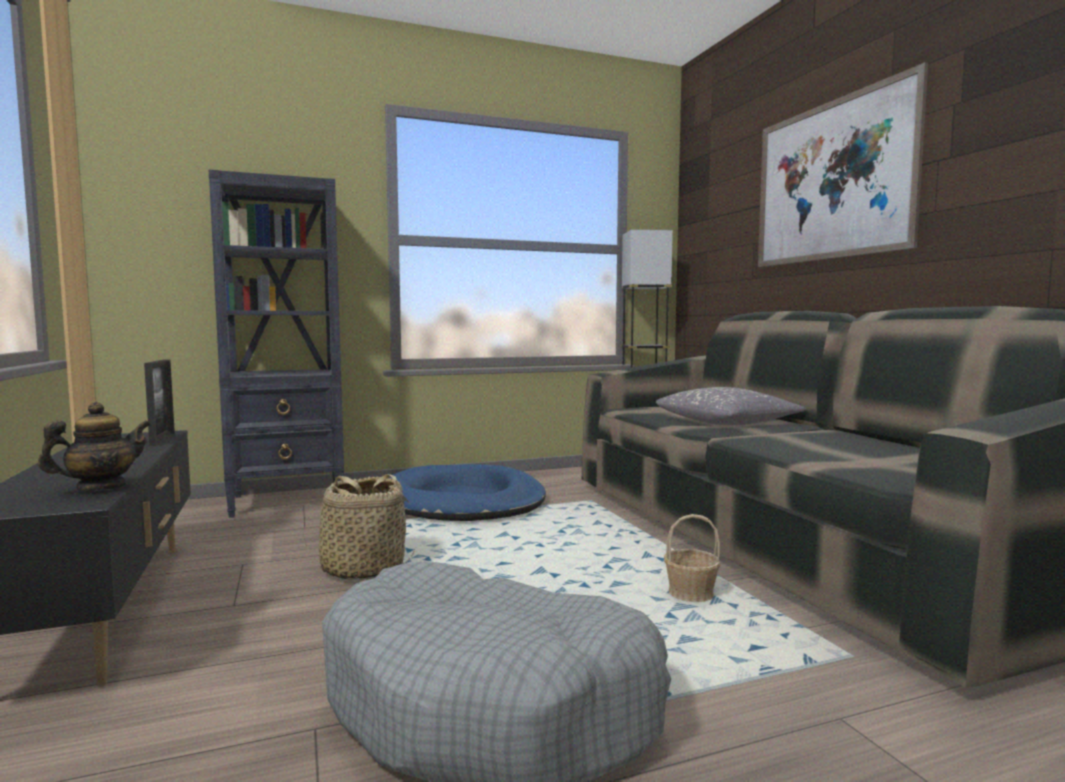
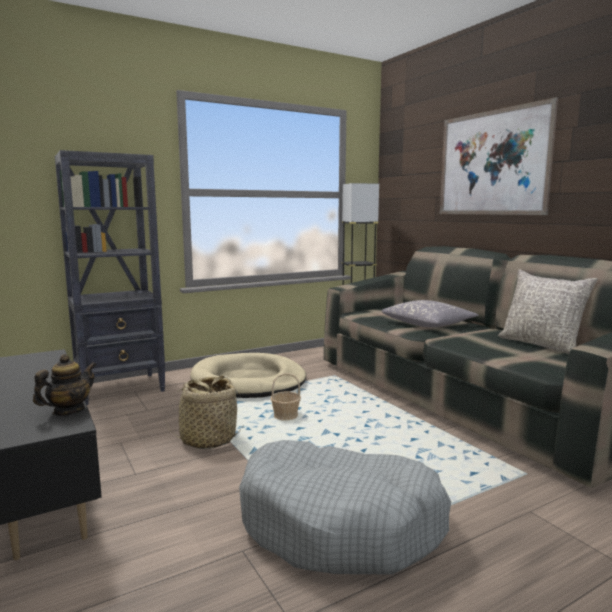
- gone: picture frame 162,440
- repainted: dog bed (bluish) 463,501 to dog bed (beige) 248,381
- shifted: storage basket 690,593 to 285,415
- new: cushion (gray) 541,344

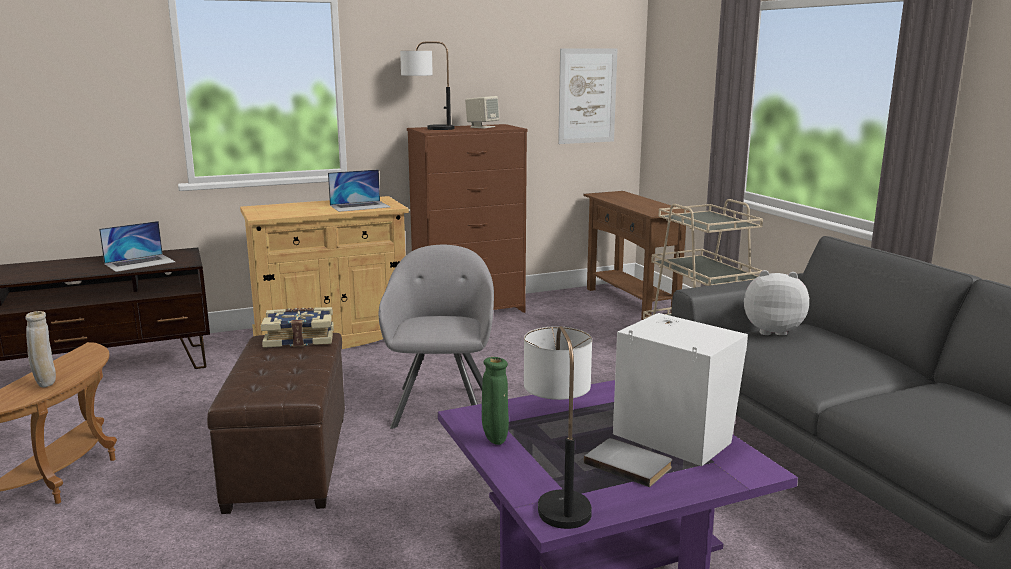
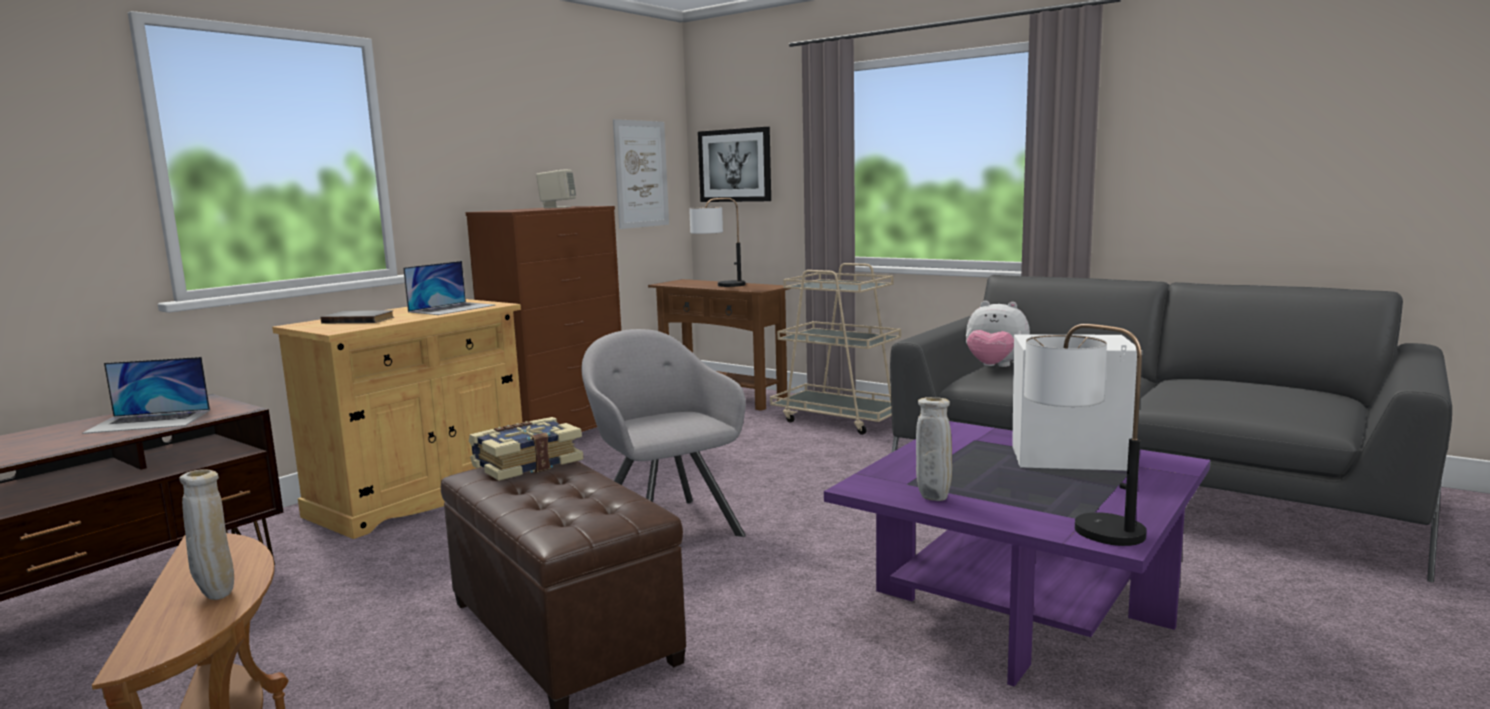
- shifted: lamp for a table 427,128 to 718,286
- rotated: notebook computer 140,263 = 149,421 60 degrees clockwise
- rotated: plush toy 772,331 = 994,367 135 degrees counterclockwise
- repainted: vase (green-coloured) 495,441 to vase (beige) 933,499
- shifted: book (gray) 629,464 to 360,320
- new: wall picture 735,165

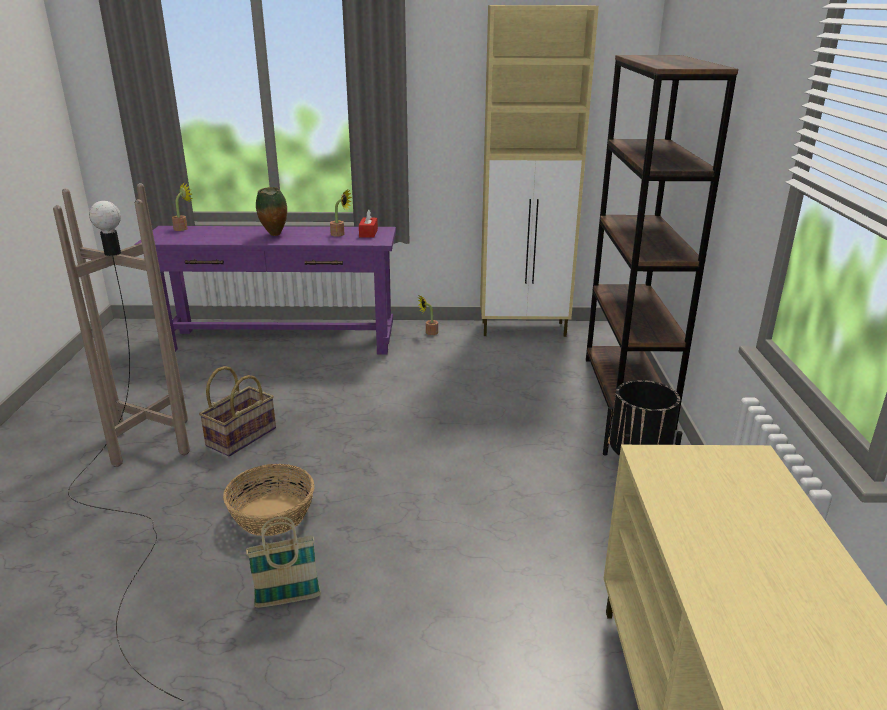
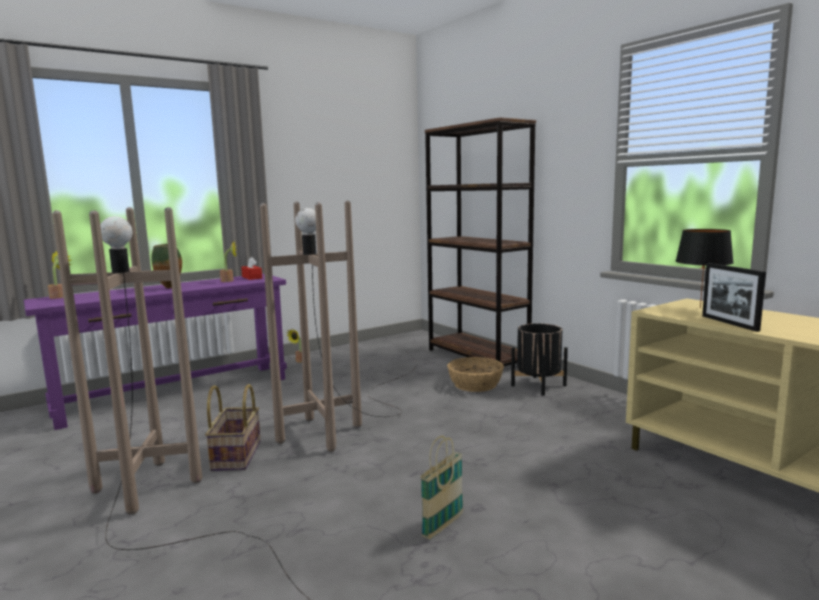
- gone: cabinet (beige) 524,329
- shifted: storage basket 272,515 to 475,384
- new: standard lamp (brown-coloured) 358,410
- new: lamp for a table (black) 699,308
- new: picture frame 729,323

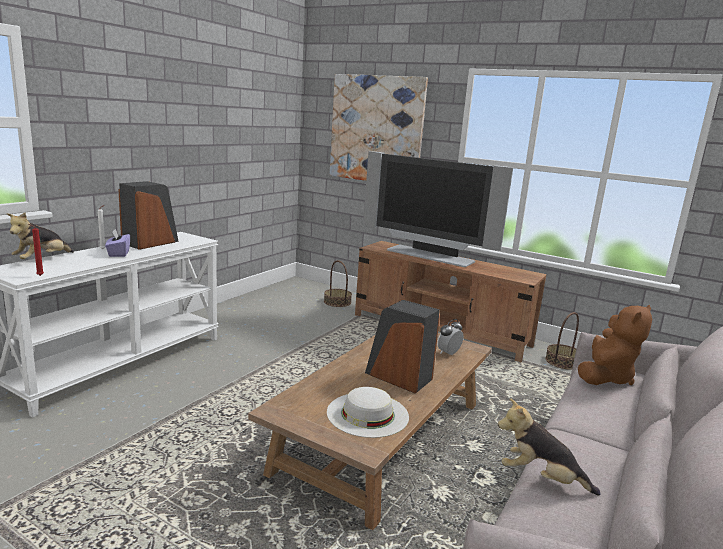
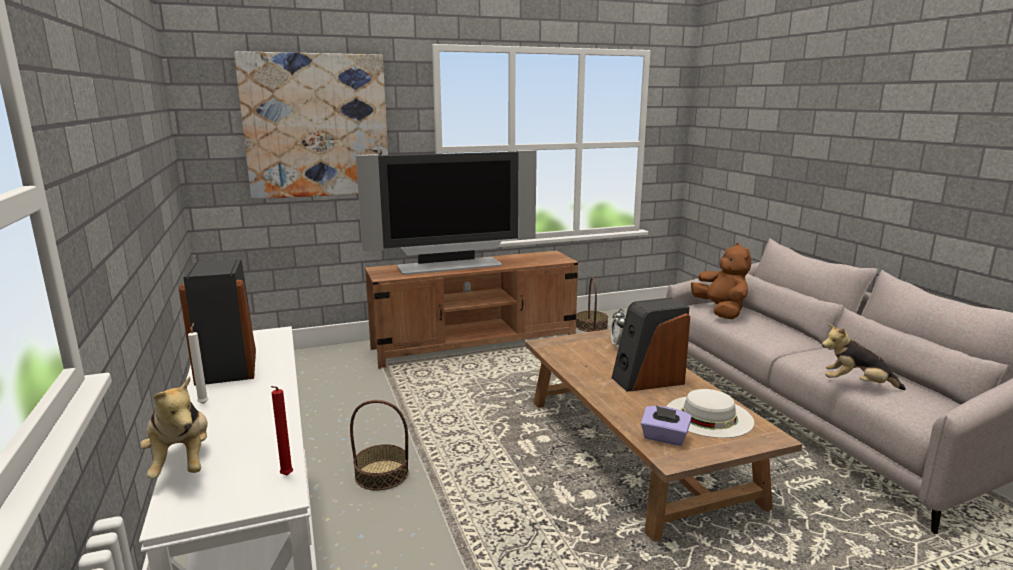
- shifted: tissue box (purplish) 118,253 to 664,438
- shifted: storage basket 337,302 to 382,474
- rotated: plush toy 540,478 = 856,385 45 degrees clockwise

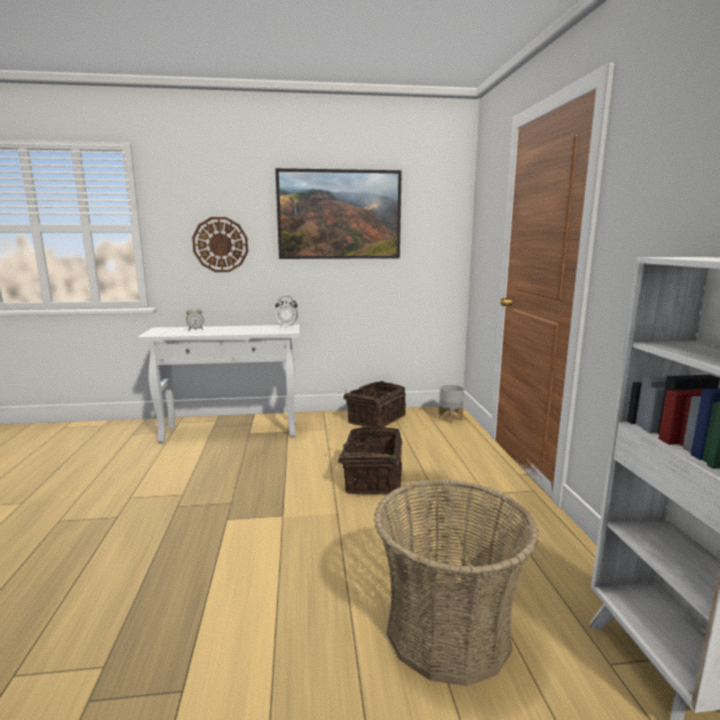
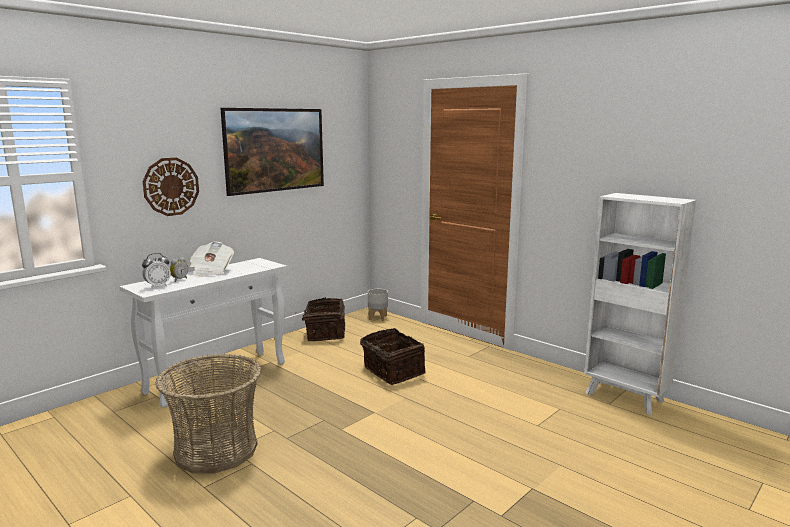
- shifted: bedside clock 287,326 to 158,286
- shifted: storage basket 448,630 to 216,449
- new: newspaper 211,271

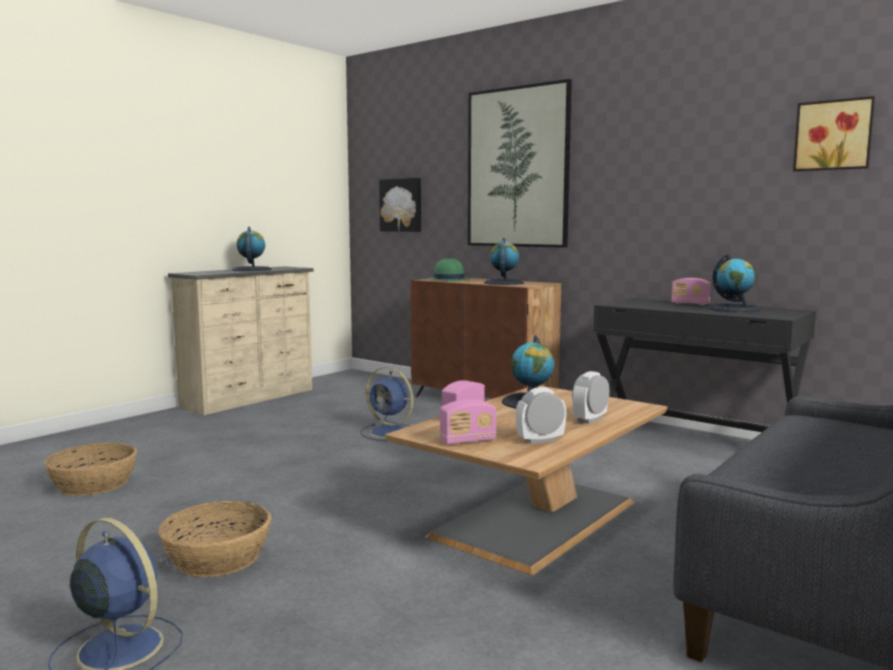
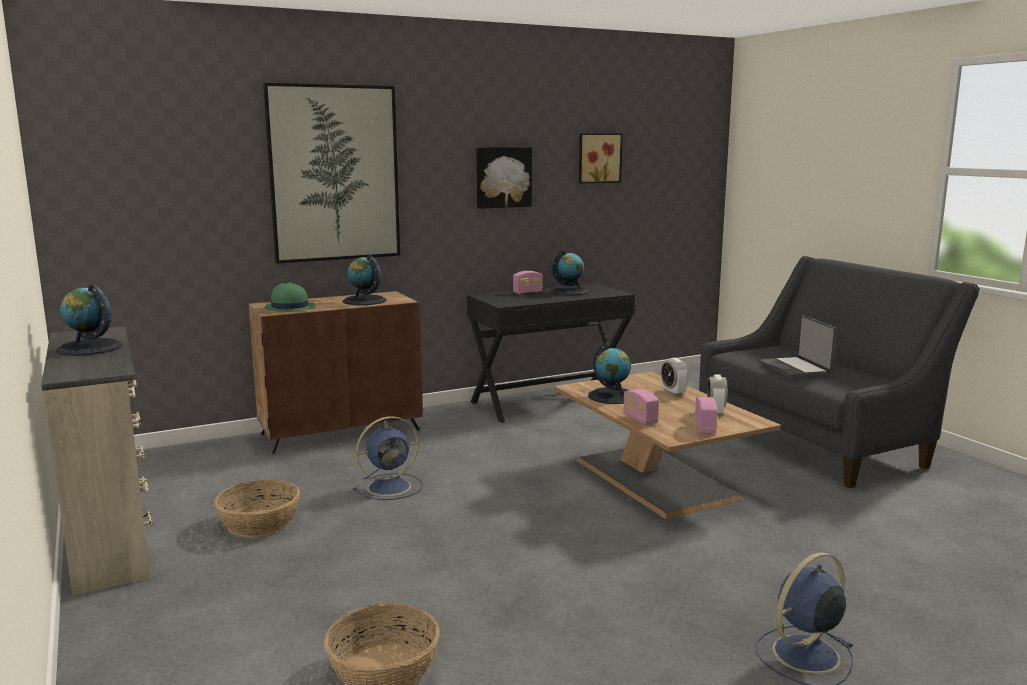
- shifted: wall picture 401,205 to 503,177
- shifted: storage basket 218,558 to 259,523
- new: notebook computer 795,369

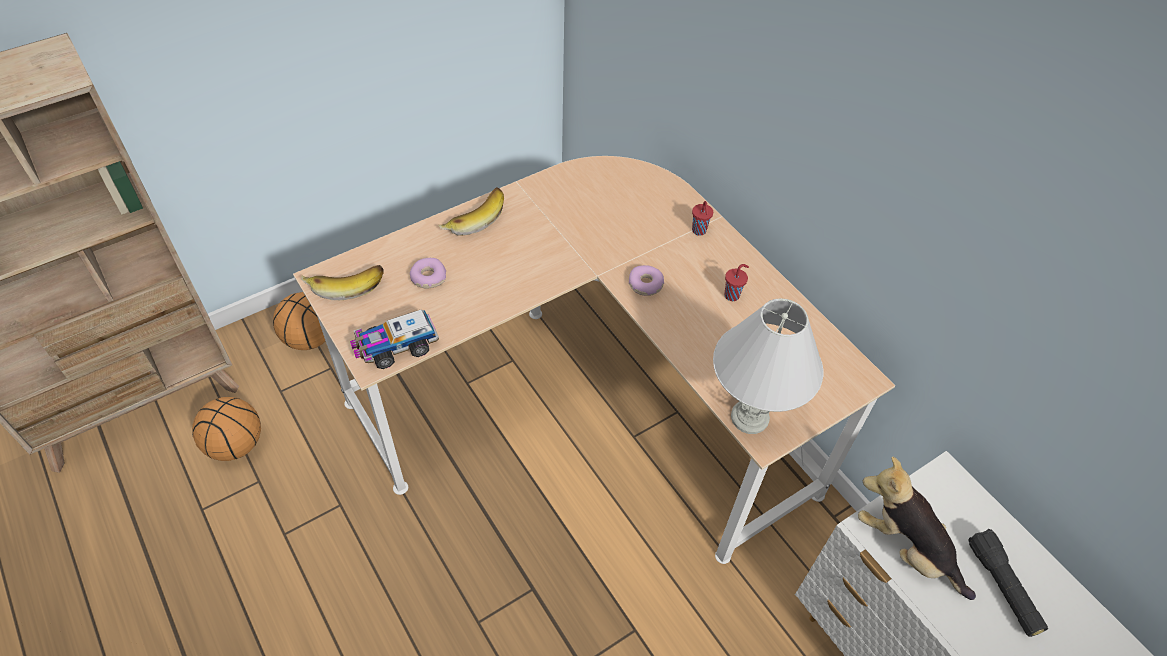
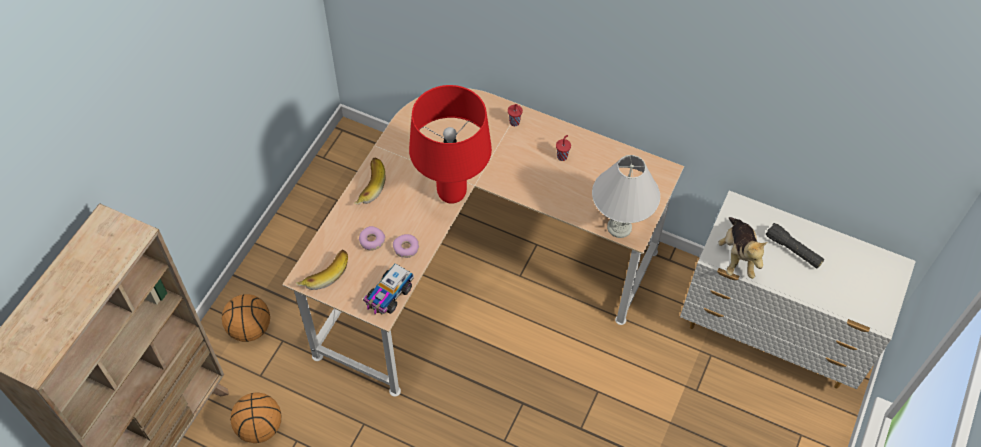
- shifted: ring doughnut 645,285 to 406,248
- rotated: plush toy 905,548 = 737,256 105 degrees counterclockwise
- new: lamp for a table (red-coloured) 451,194

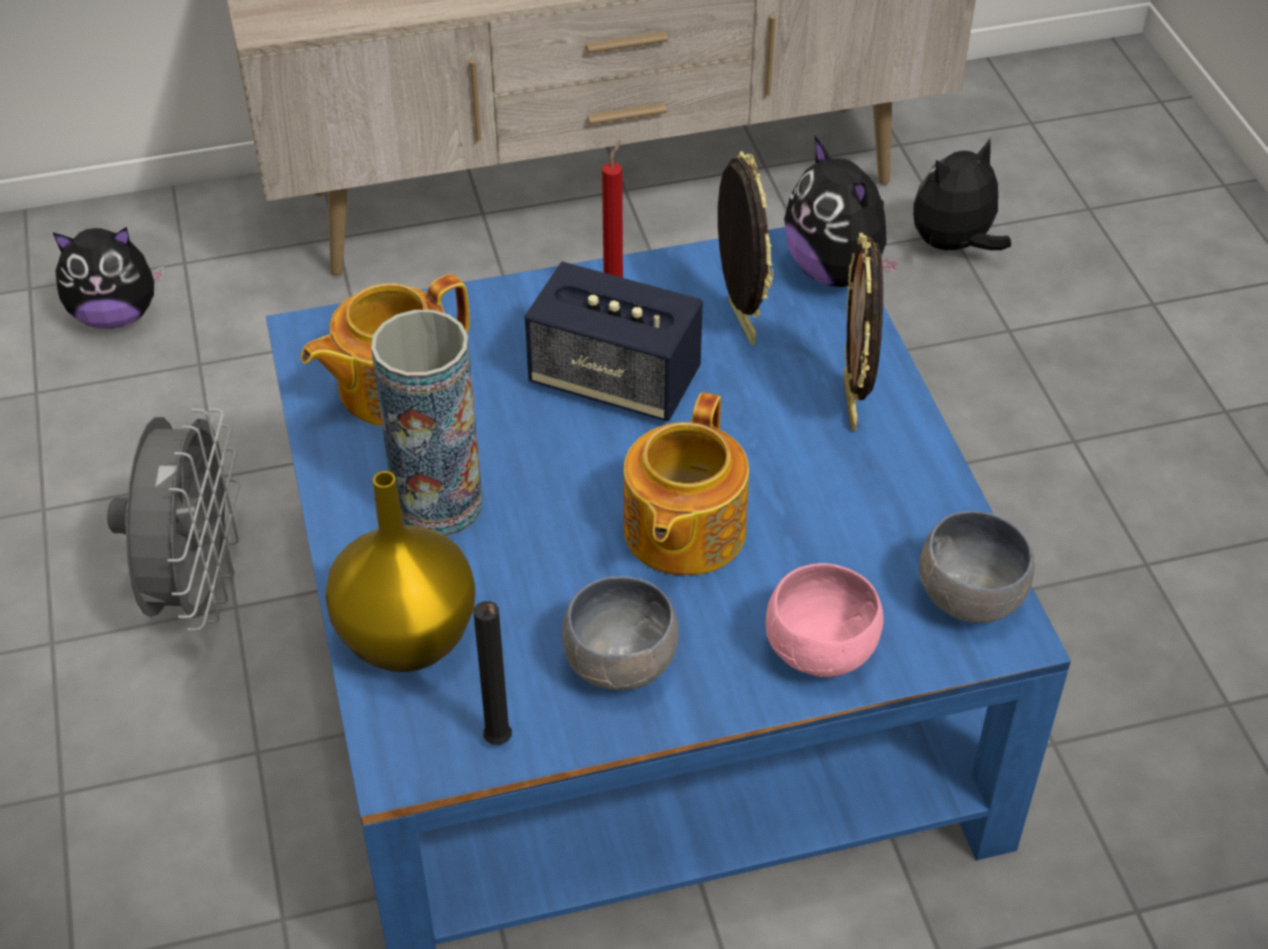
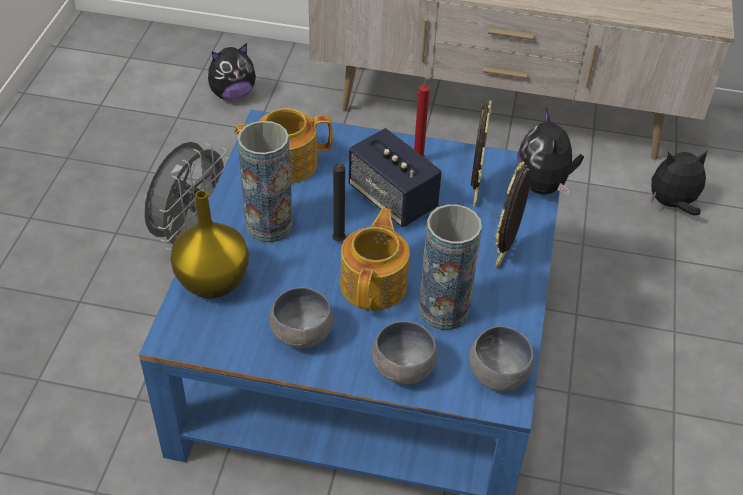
- rotated: plush toy 116,315 = 232,94 45 degrees counterclockwise
- rotated: tea pot 682,531 = 375,284 150 degrees clockwise
- repainted: deep dish (pinkish) 822,648 to deep dish (gray) 405,368
- shifted: wax candle (black) 499,744 to 338,242
- new: vase 443,310

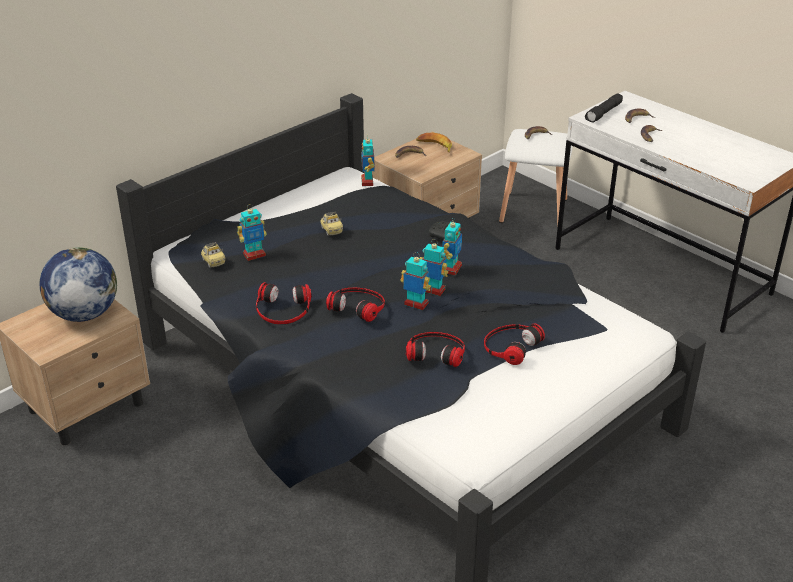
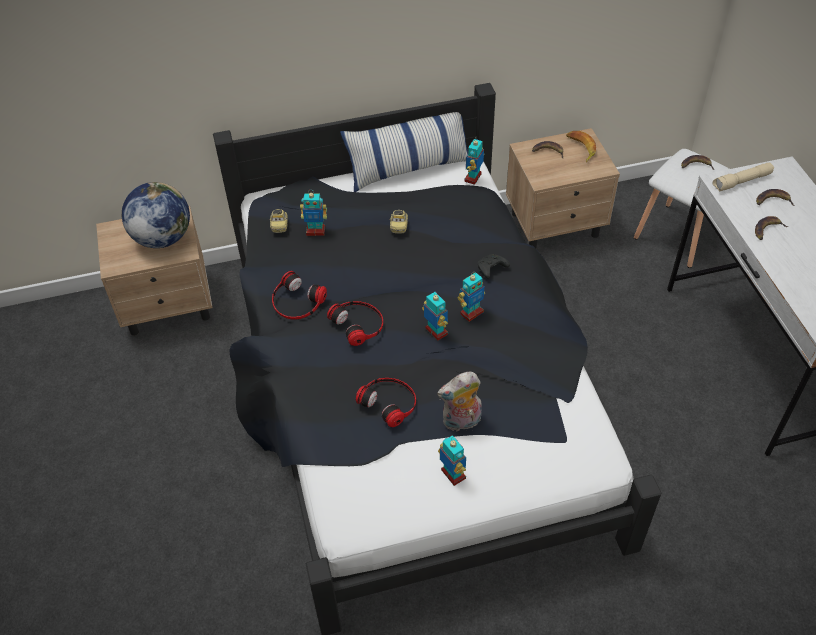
- repainted: flashlight (black) 604,113 to flashlight (beige) 741,182
- shifted: robot figure 416,304 to 452,474
- swapped: headset 510,346 to plush toy 461,422
- new: cushion 408,168

